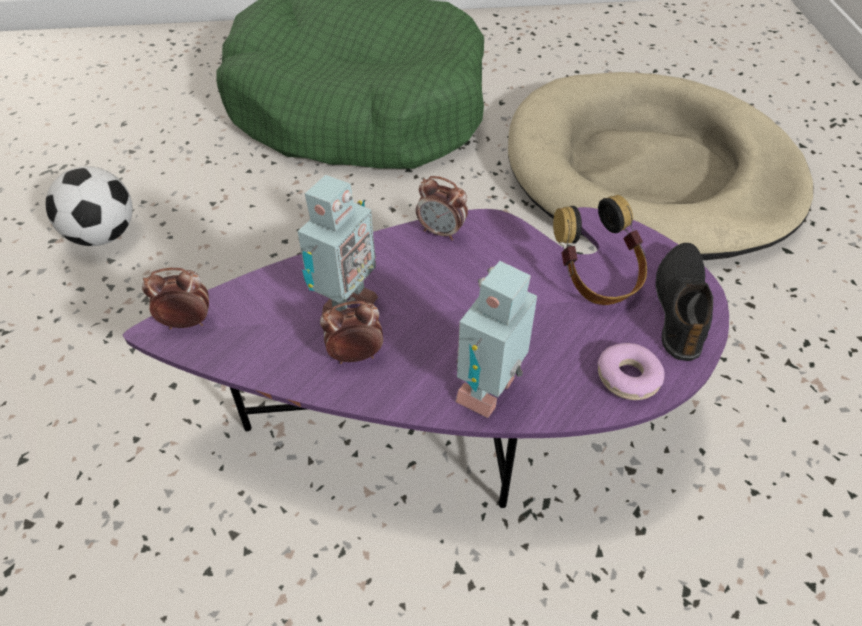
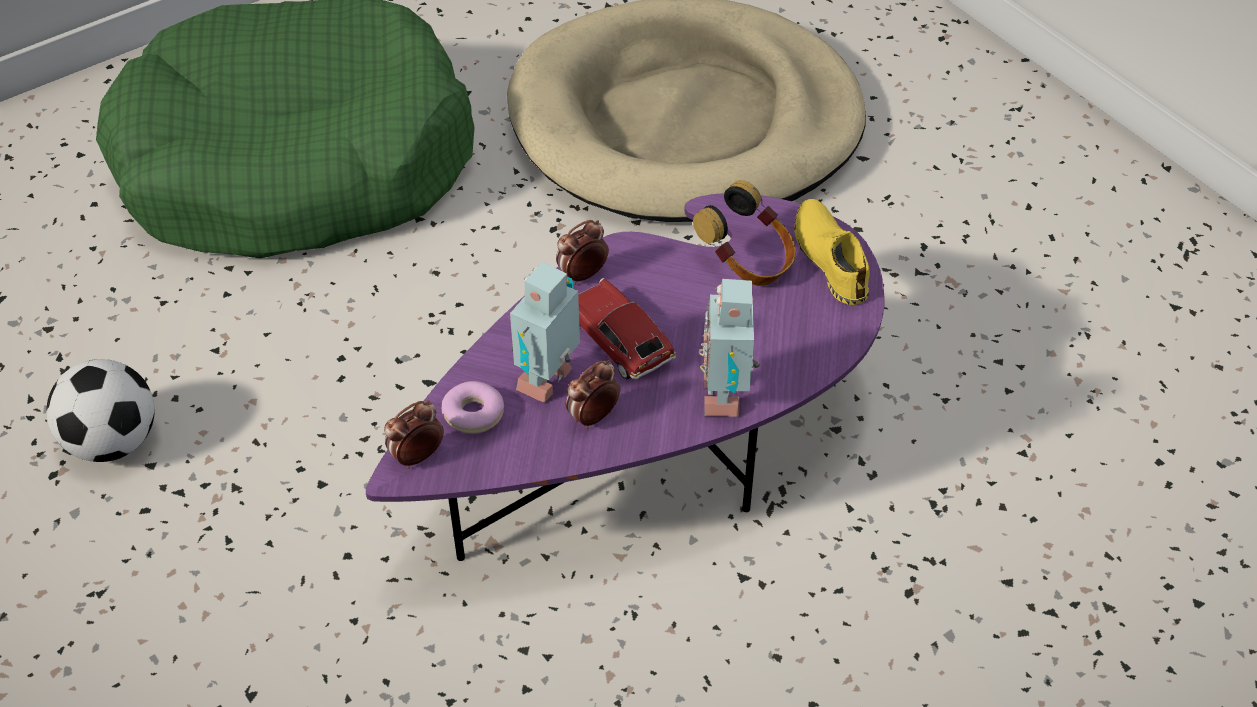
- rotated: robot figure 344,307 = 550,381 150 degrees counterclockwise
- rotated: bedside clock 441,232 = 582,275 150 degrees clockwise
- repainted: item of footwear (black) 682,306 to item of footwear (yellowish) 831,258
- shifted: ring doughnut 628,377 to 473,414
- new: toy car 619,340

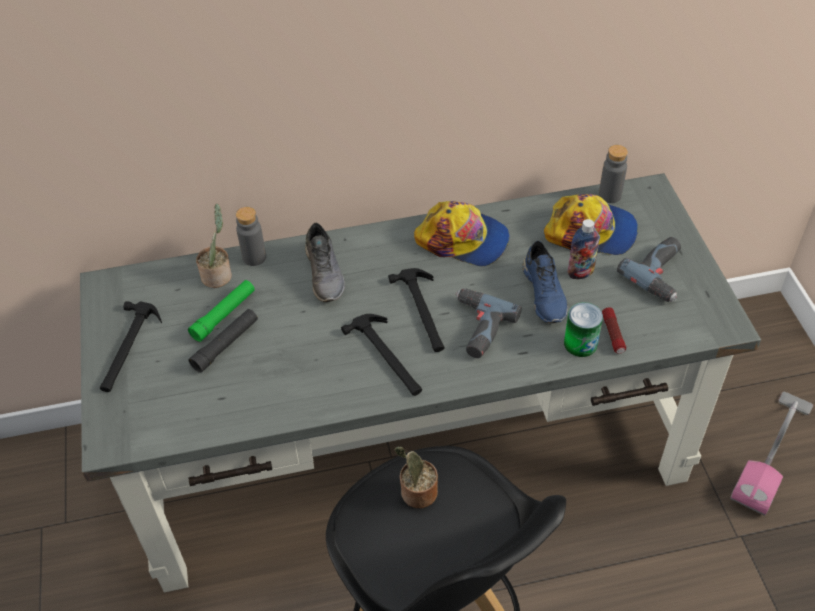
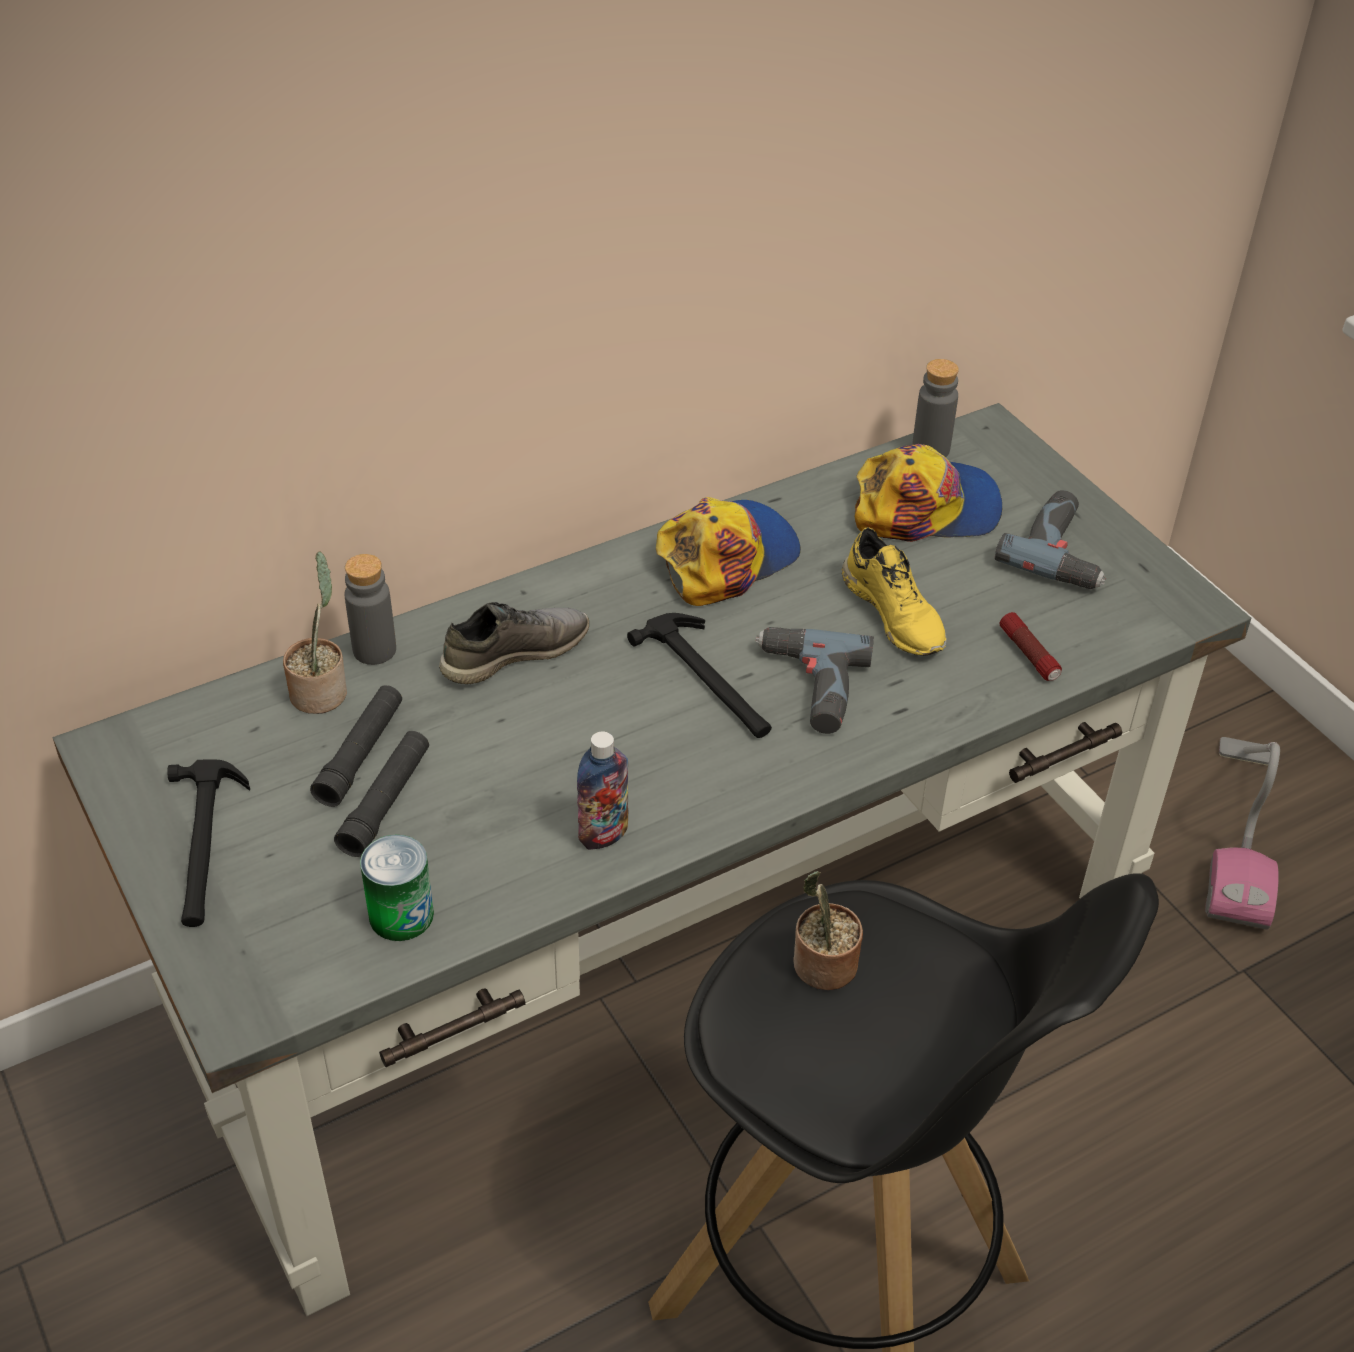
- rotated: cap 463,240 = 726,557 45 degrees counterclockwise
- shifted: drink bottle 580,273 to 603,834
- rotated: item of footwear (gray) 325,273 = 514,652 90 degrees counterclockwise
- repainted: item of footwear (bluish) 545,293 to item of footwear (yellowish) 895,614
- repainted: flashlight (green-coloured) 224,315 to flashlight (black) 360,754
- shifted: sealed can 580,343 to 401,915
- gone: hand hammer 388,356

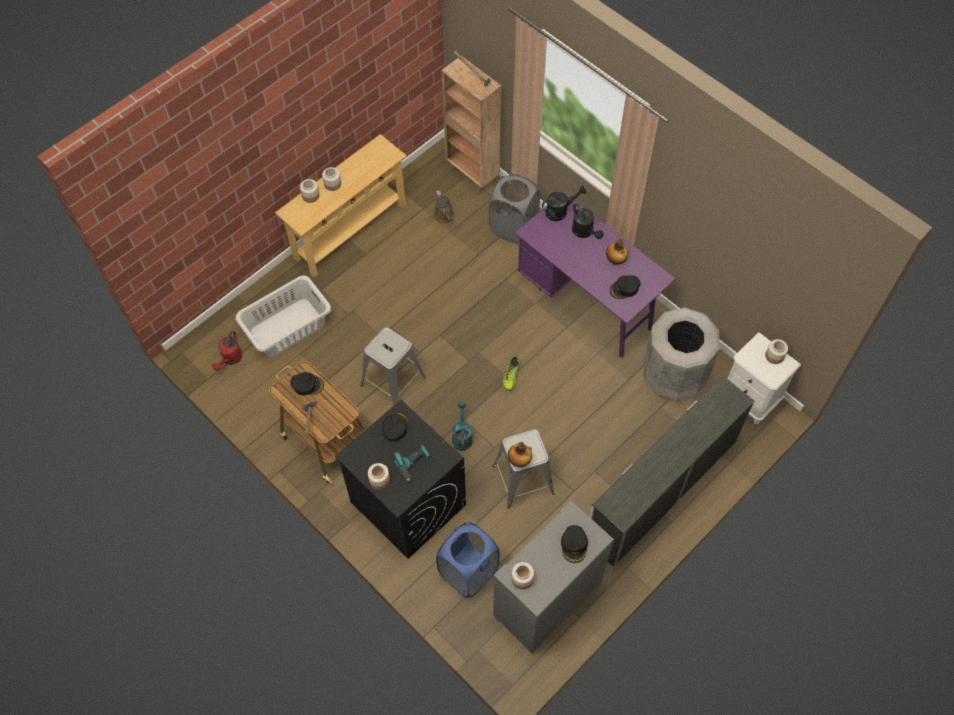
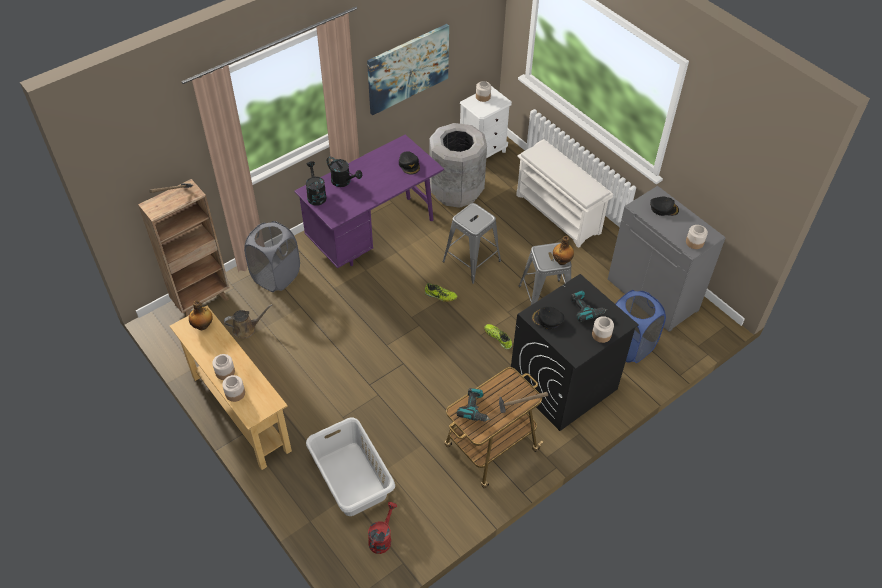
- rotated: watering pot (black) 584,232 = 344,182 60 degrees clockwise
- shifted: drink bottle 615,260 to 203,326
- shifted: sitting stool (gray) 393,382 to 471,261
- rotated: watering pot (red-coloured) 231,359 = 381,538 90 degrees counterclockwise
- swapped: cap (black) 307,385 to drill 475,408
- swapped: dresser (white-coloured) 660,490 to shoe shelf (white-coloured) 559,214
- swapped: watering pot (turquoise-coloured) 462,436 to item of footwear 498,338
- new: wall picture 408,68

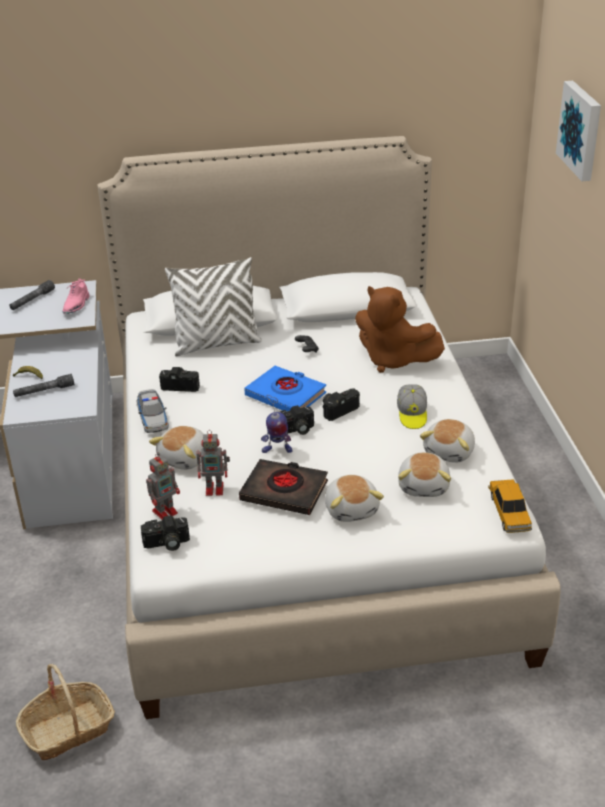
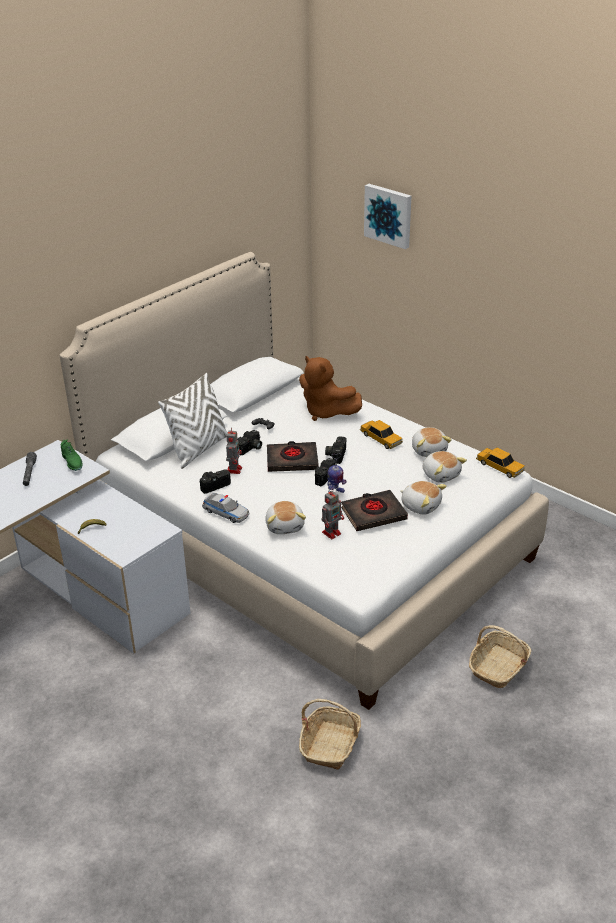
- repainted: item of footwear (pinkish) 76,306 to item of footwear (green-coloured) 72,462
- rotated: plush toy (brown-coloured) 393,360 = 326,412 45 degrees clockwise
- repainted: book (bluish) 286,395 to book (black) 292,460
- gone: flashlight (gray) 44,391
- swapped: cap 412,414 to toy car 381,439
- shifted: robot figure 166,511 to 234,469
- shifted: still camera 166,544 to 250,449
- new: storage basket 498,667

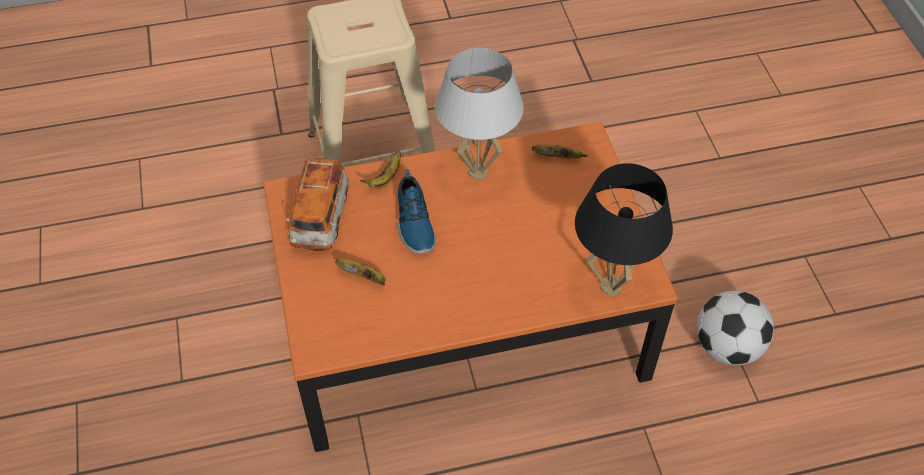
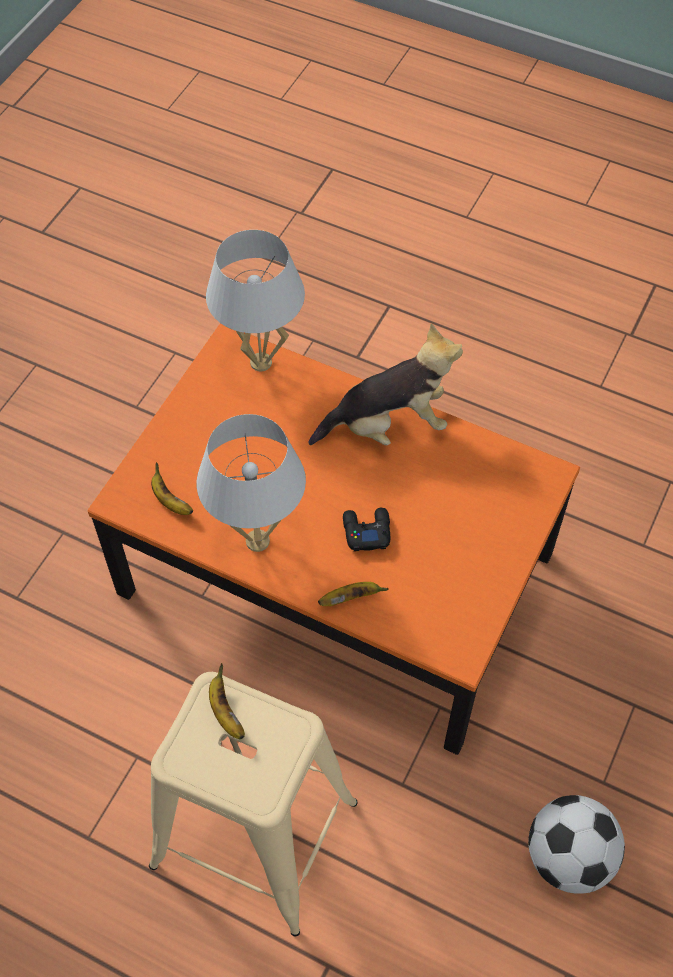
- gone: toy car 320,218
- repainted: lamp for a table (black) 610,286 to lamp for a table (white-coloured) 260,363
- swapped: item of footwear 413,222 to game controller (black) 366,531
- shifted: banana fruit 364,277 to 225,712
- shifted: football ball 727,347 to 568,856
- new: plush toy 389,425

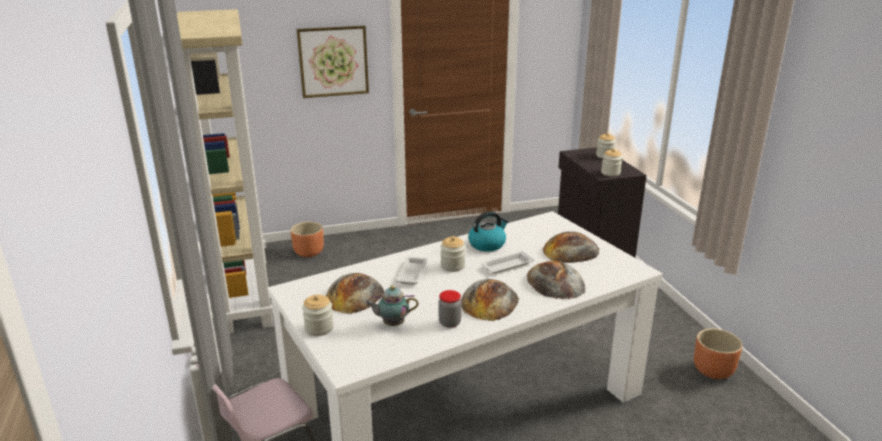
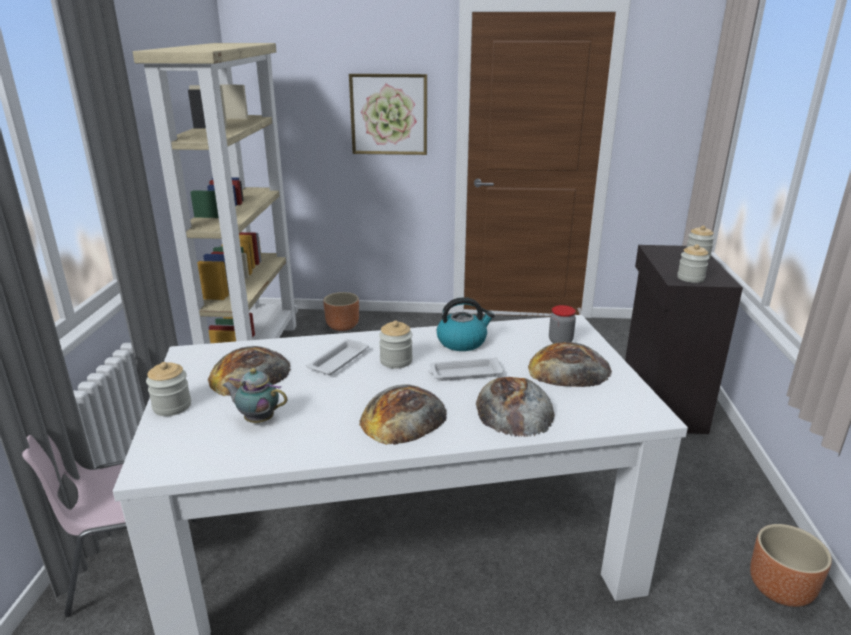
- shifted: storage jar 449,323 to 560,341

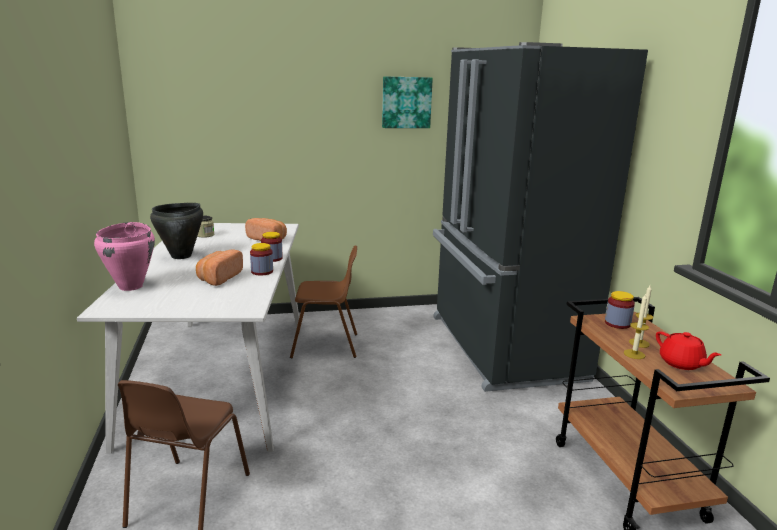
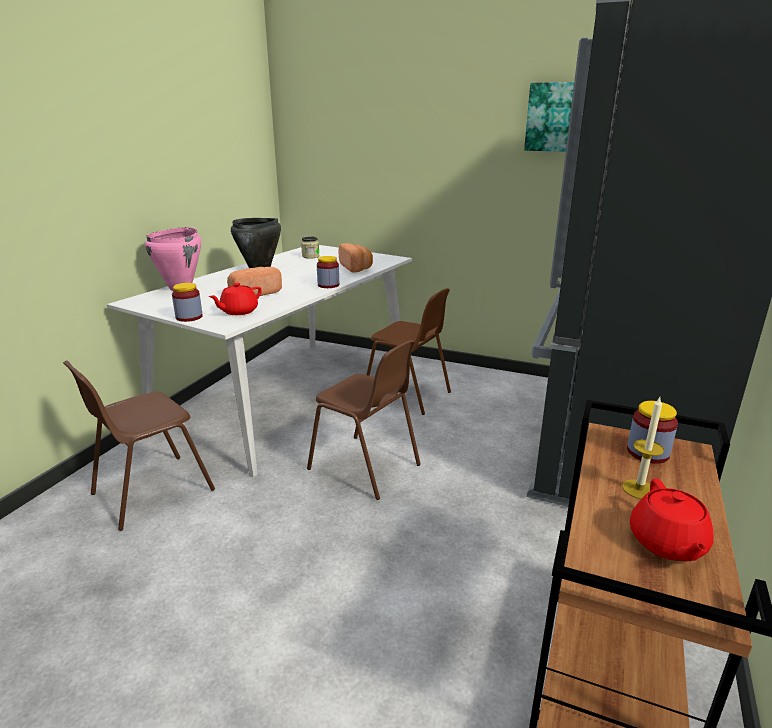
- shifted: storage jar 262,272 to 189,317
- gone: wax candle 634,354
- new: tea pot (red-coloured) 238,311
- new: chair (brown-coloured) 365,467

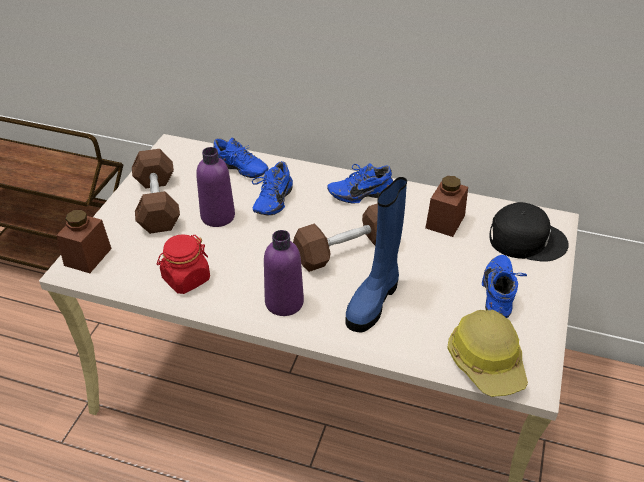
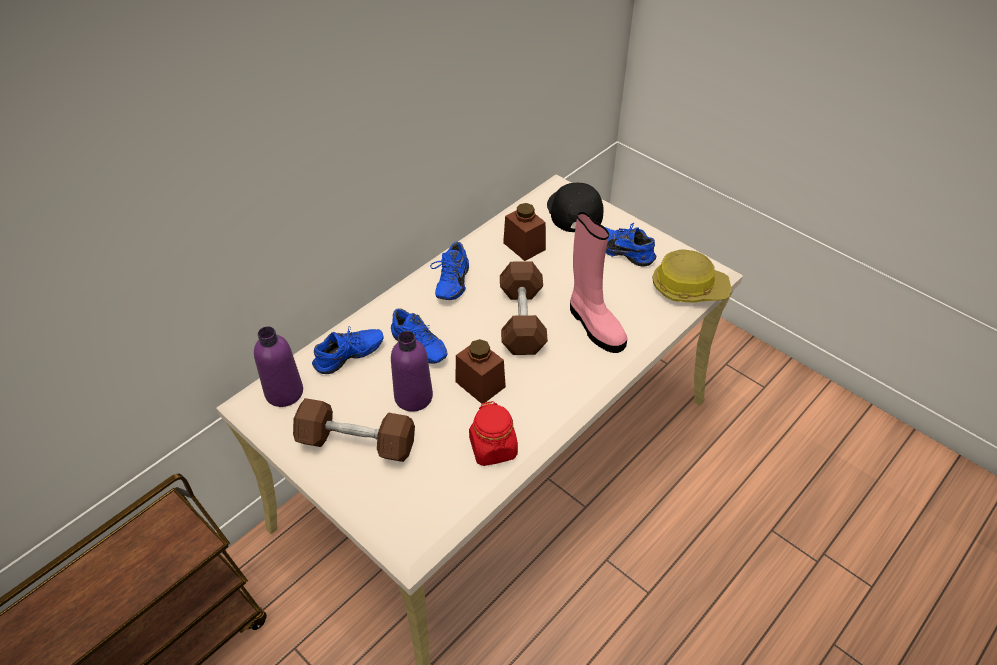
- repainted: high-top boot (bluish) 374,301 to high-top boot (pinkish) 594,325
- rotated: cap (black) 526,239 = 573,211 45 degrees counterclockwise
- shifted: storage jar (brown-coloured) 88,257 to 480,384
- shifted: drink bottle (purplish) 284,302 to 284,392

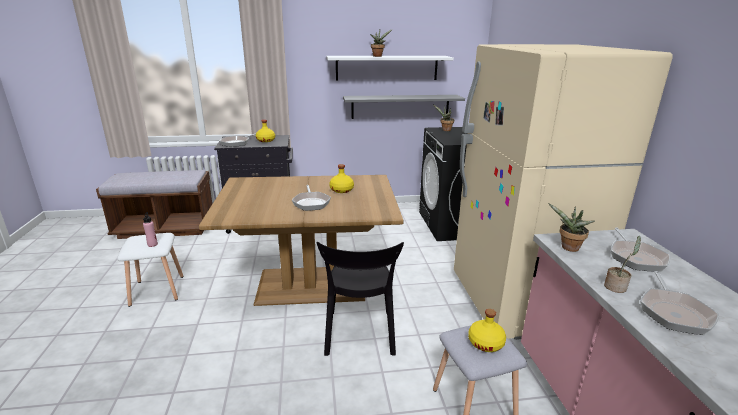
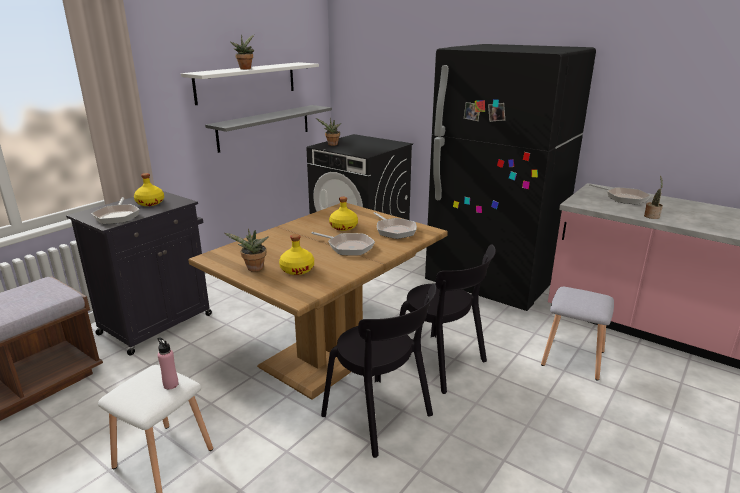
- repainted: kitchen fridge (beige) 516,302 to kitchen fridge (black) 492,282
- shifted: plant in a pot 568,248 to 253,269
- shifted: frying pan 673,312 to 394,230
- shifted: drink bottle (yellowish) 486,343 to 297,269
- new: chair (black) 380,418

